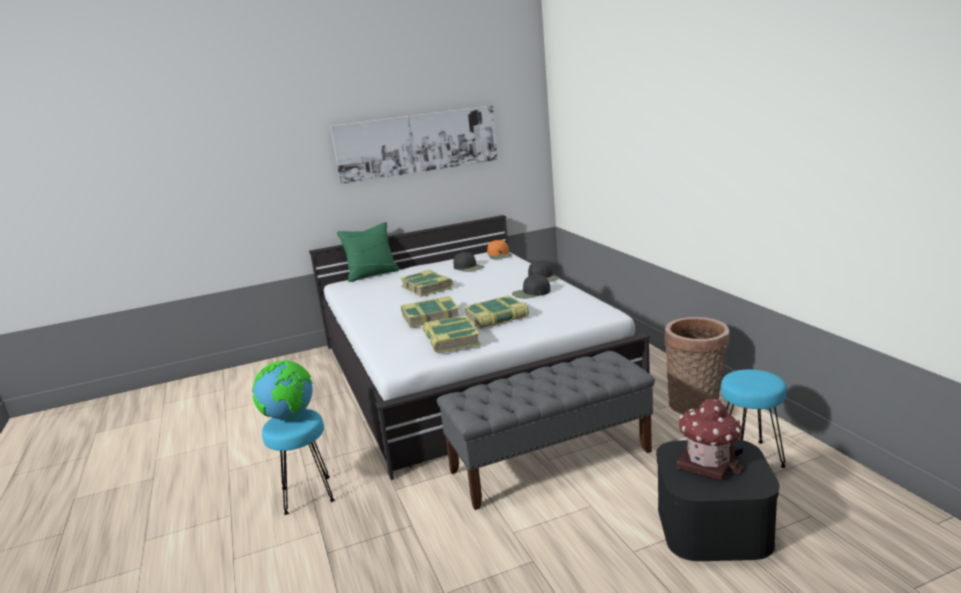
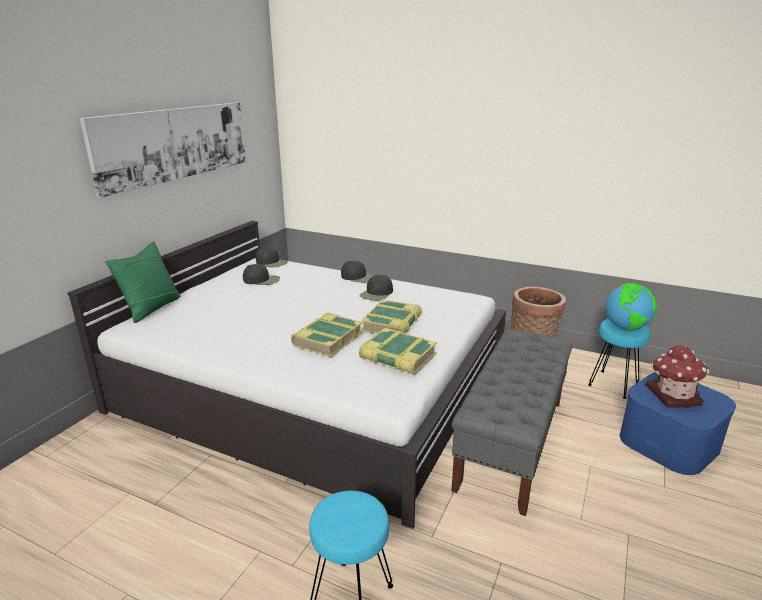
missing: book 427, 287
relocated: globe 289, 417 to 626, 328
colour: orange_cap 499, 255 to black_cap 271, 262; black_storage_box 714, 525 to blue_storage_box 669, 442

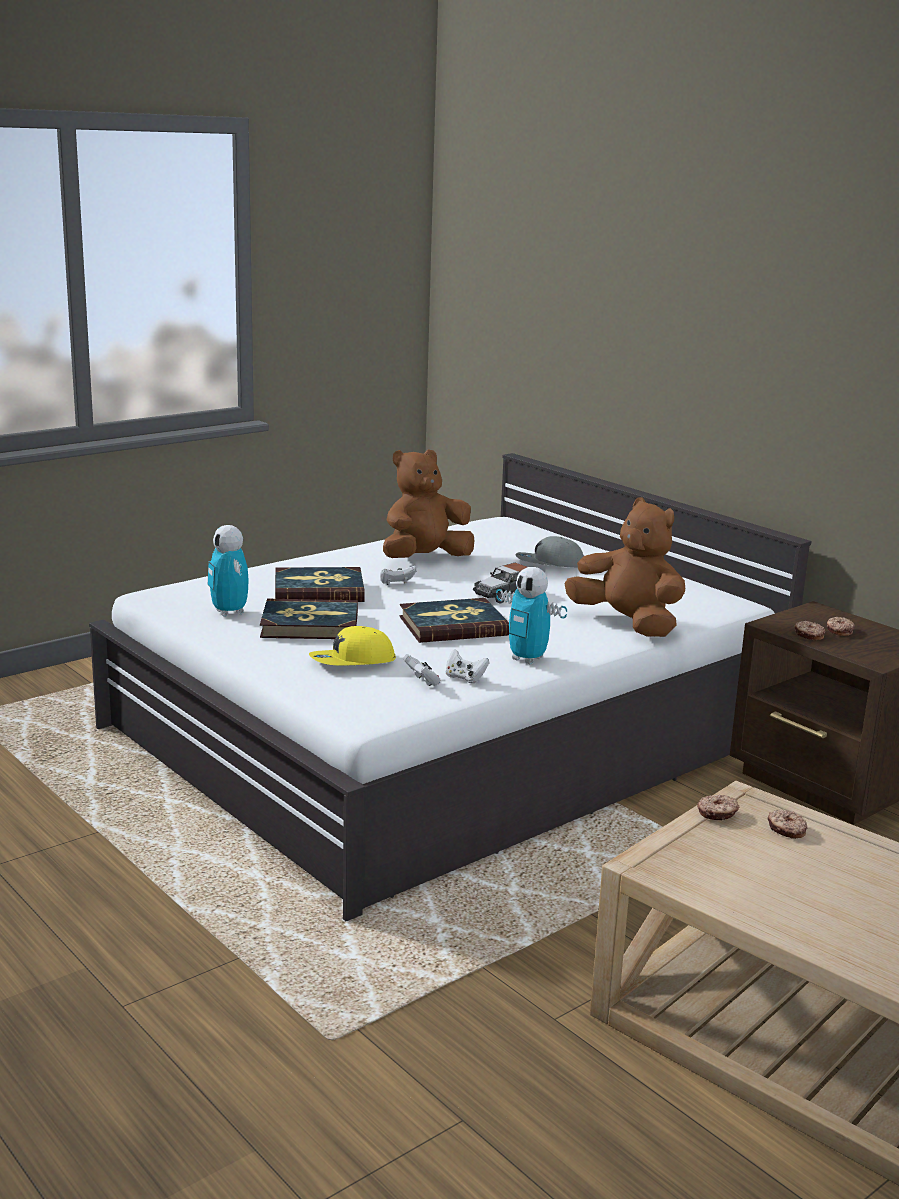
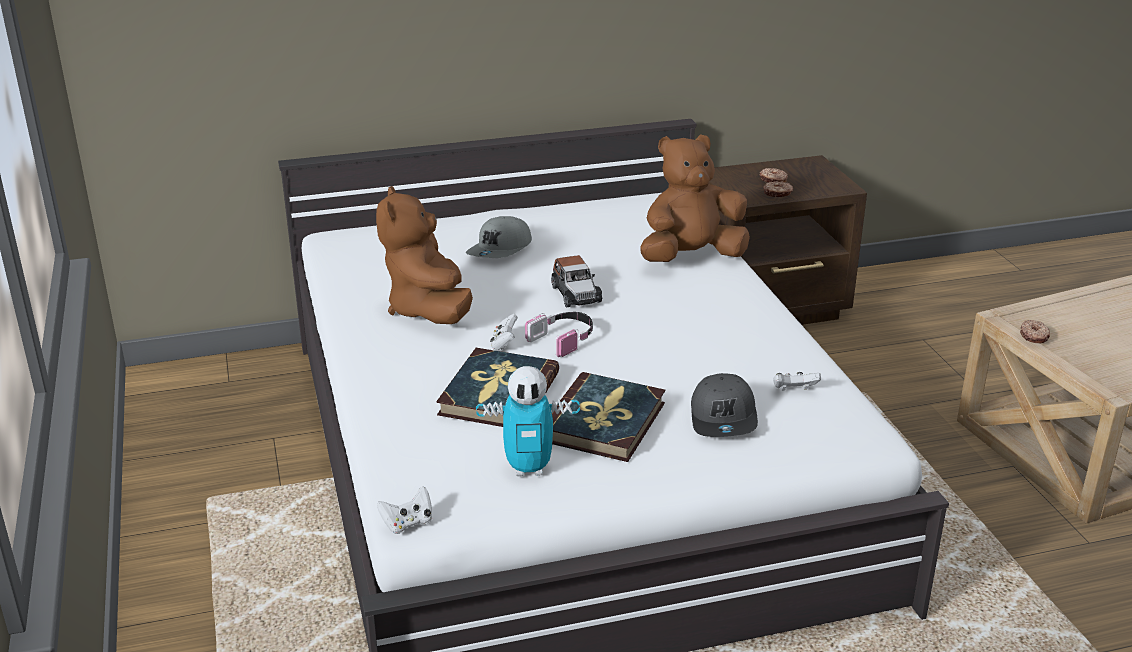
missing: toy_robot 527, 659; book 453, 626; donut 786, 830
appeared: headphones 563, 339
relocated: white_game_controller 465, 678 to 408, 523
colour: yellow_cap 352, 662 to grey_cap 724, 418

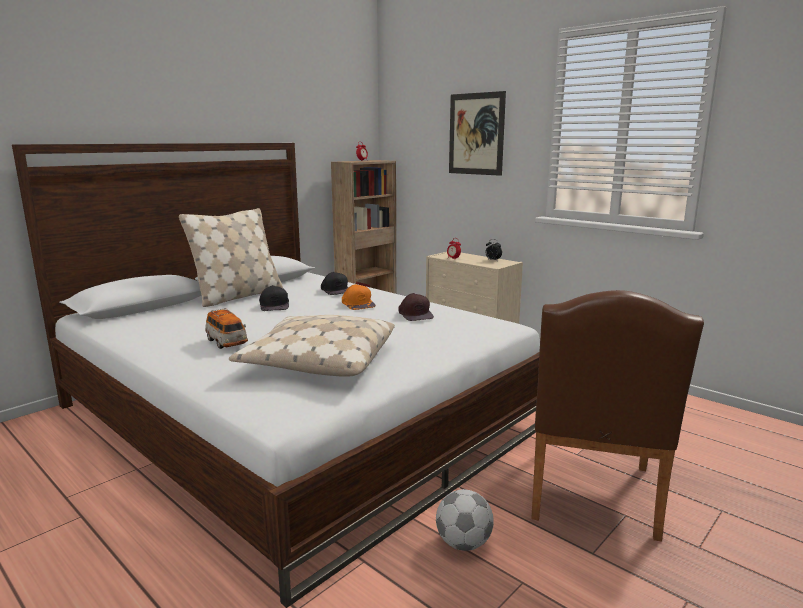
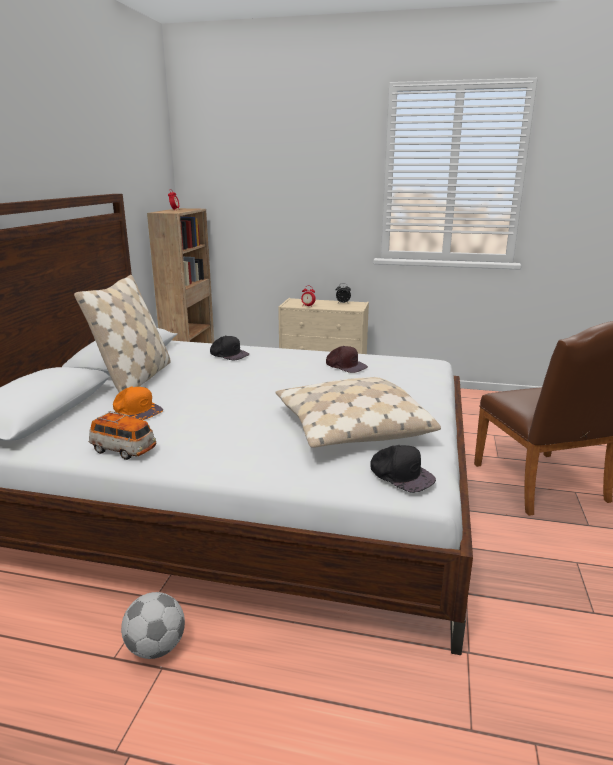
missing: picture 476, 134
relocated: orange_cap 358, 304 to 137, 410; black_cap 275, 305 to 401, 475; toy_car 226, 342 to 123, 450; football 463, 543 to 156, 648

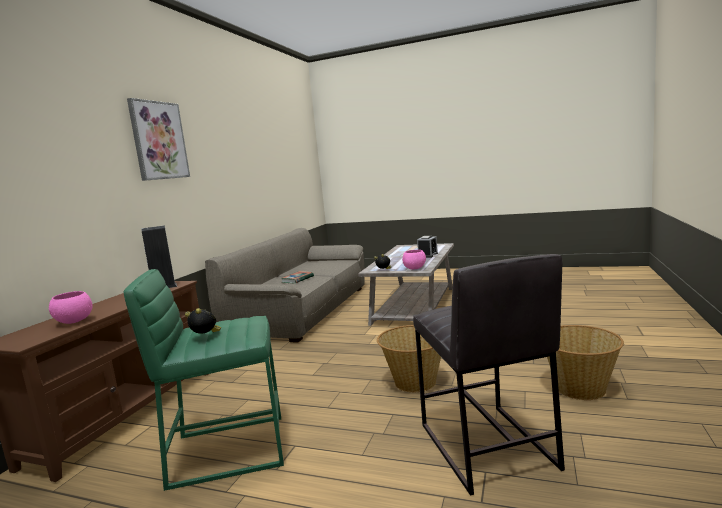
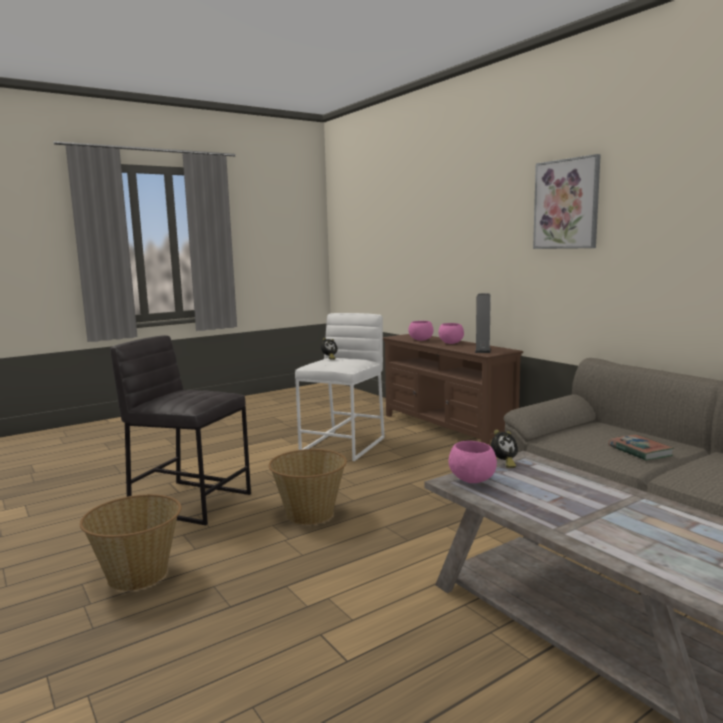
missing: alarm_clock 428, 255
appeared: pink_bowl 450, 343
colour: green_stool 228, 449 to white_stool 344, 445

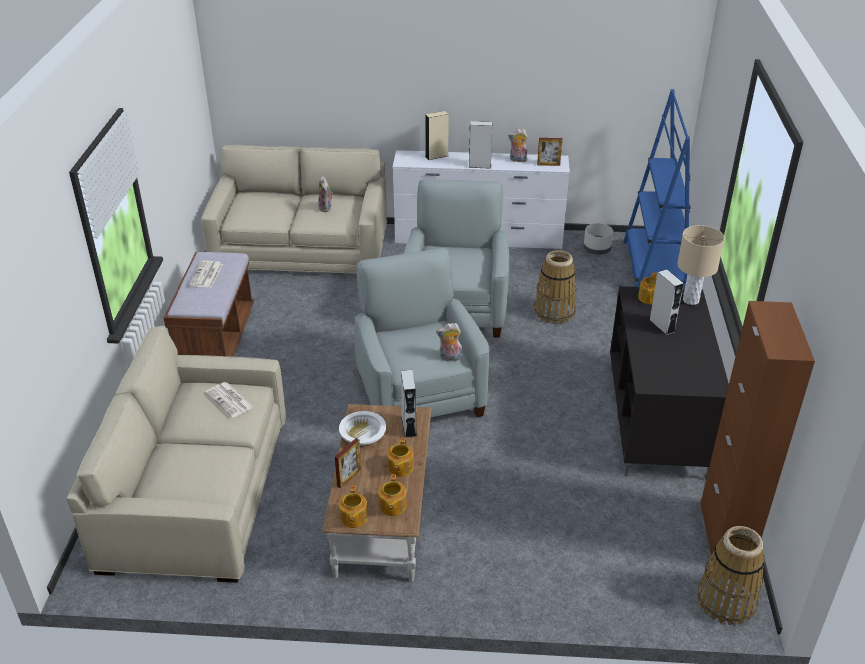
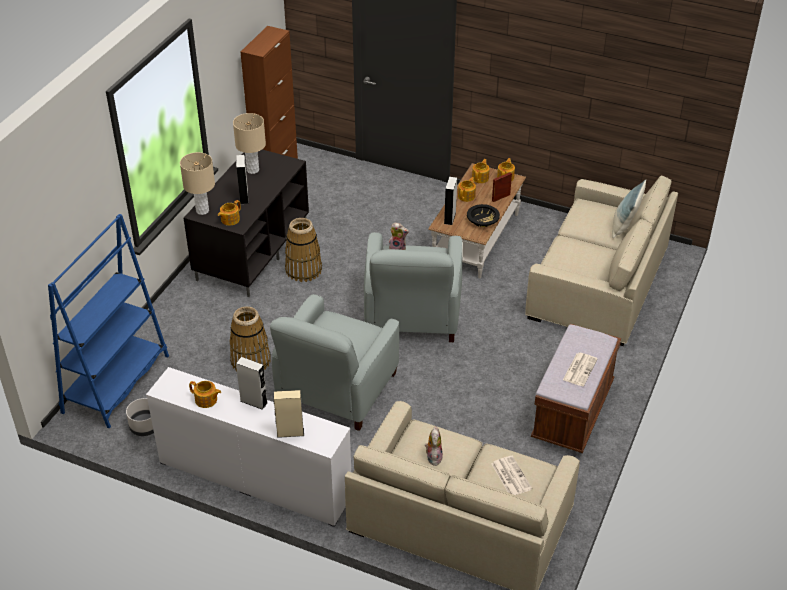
missing: picture_frame 548, 164
appeared: beige_table_lamp 253, 170; pillow 624, 226
relocated: newspaper 230, 400 to 510, 476; basket 726, 601 to 303, 270
exchanged: plush_toy 517, 160 to teapot 206, 400
colour: white_bowl 362, 434 to black_bowl 483, 220

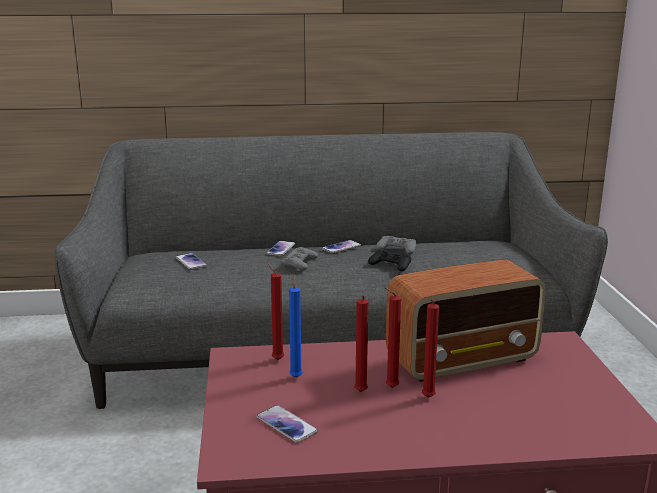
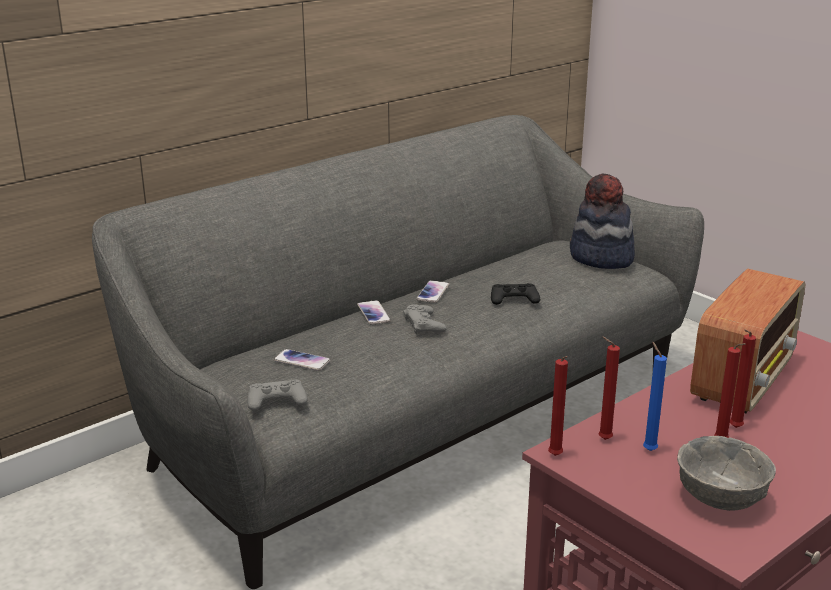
appeared: hat 601, 258
relocated: grey_game_controller 397, 249 to 276, 400; red_candle 427, 398 to 555, 457
exchanged: phone 286, 425 to grey_bowl 719, 498

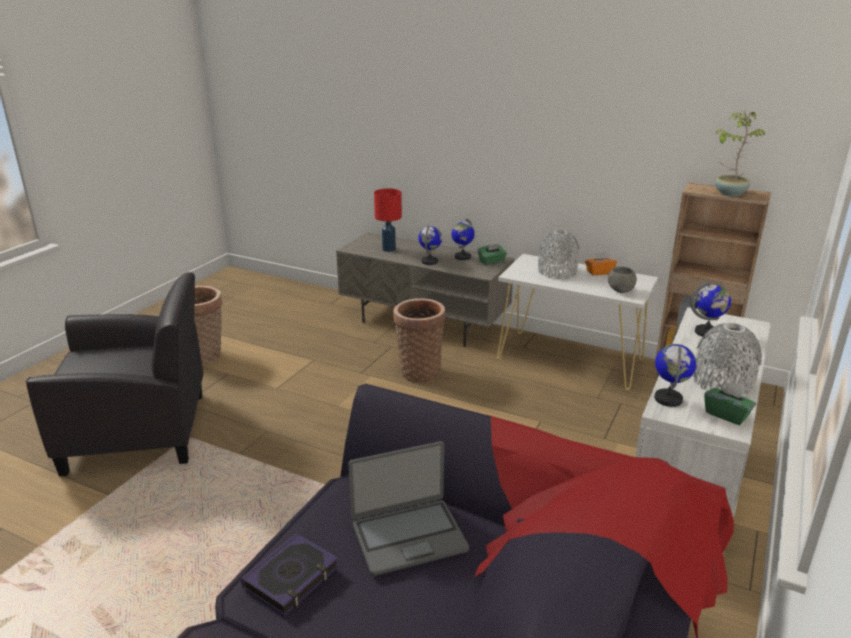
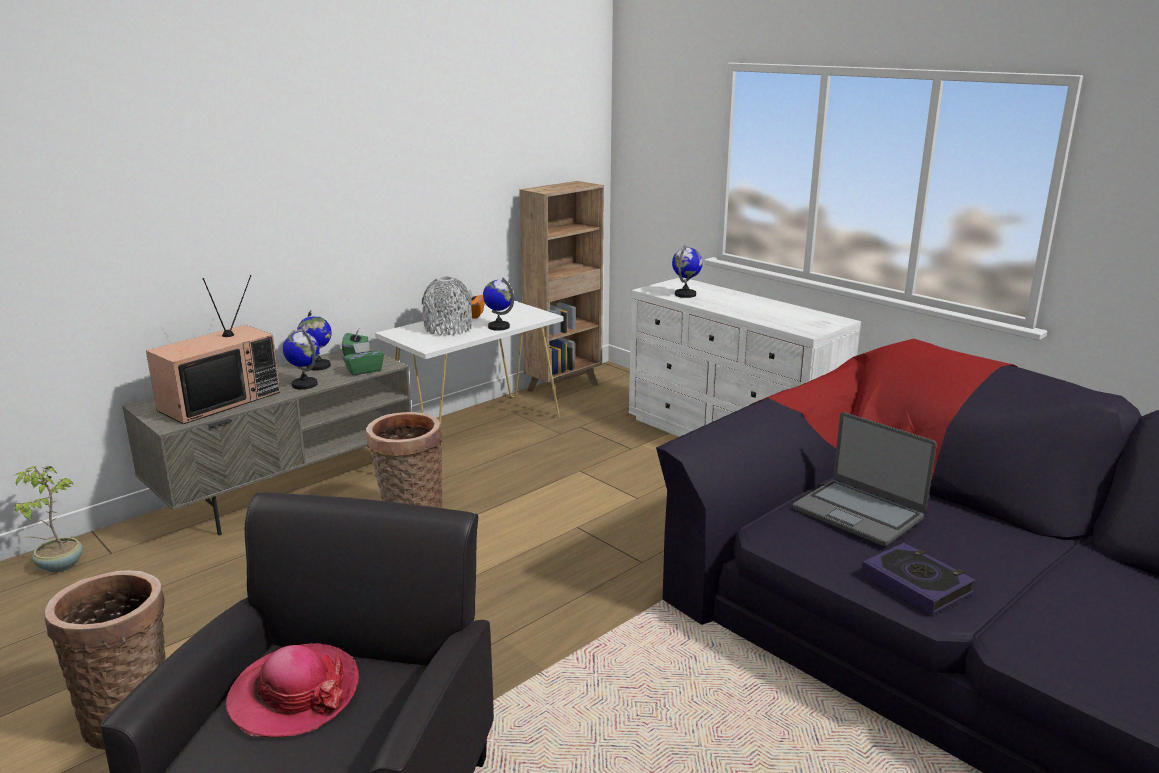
missing: grey_bowl 620, 291; grey_vase 722, 382
appeared: hat 294, 694
relocated: potted_plant 729, 193 to 59, 565; globe 668, 399 to 499, 327; green_tissue_box 726, 414 to 364, 370
exchanged: red_table_lamp 389, 249 to television 220, 400
spun: laptop 408, 536 = 858, 513 135 degrees clockwise

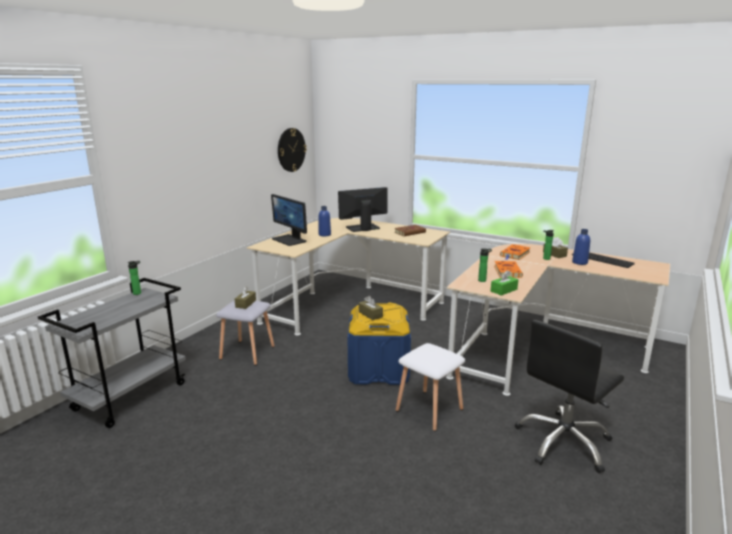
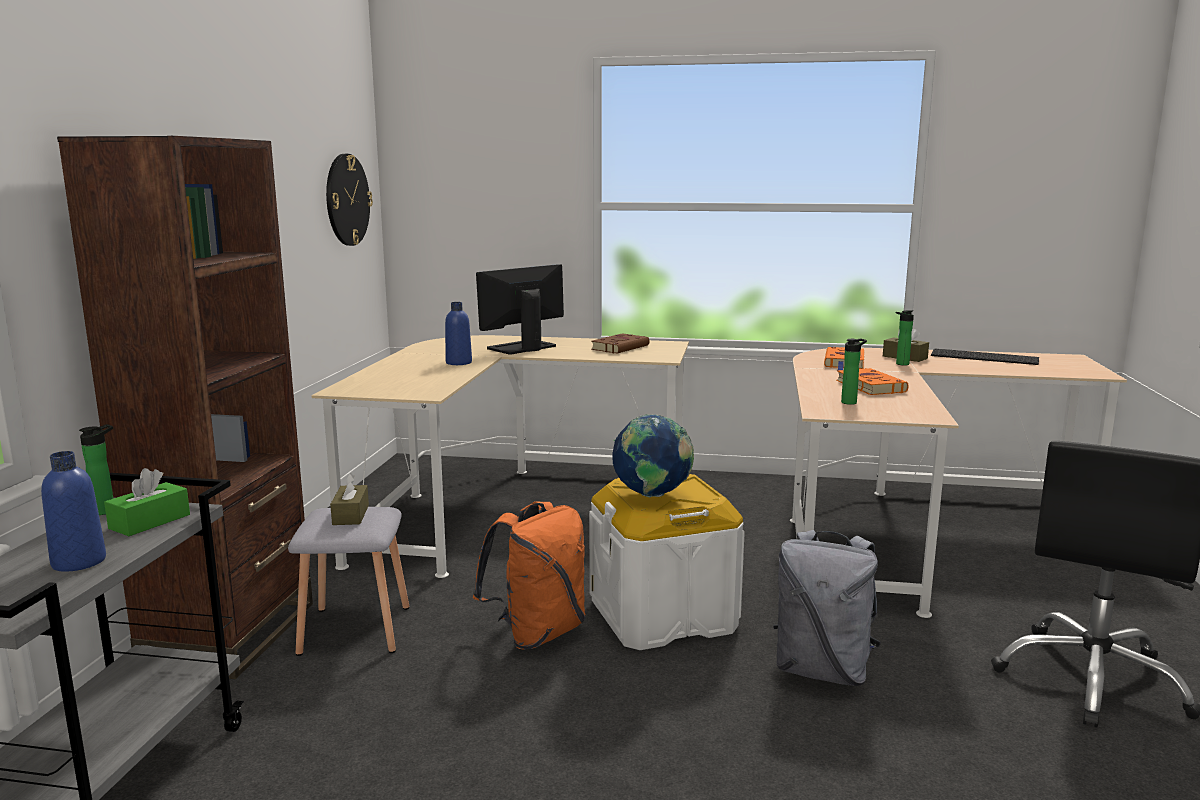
missing: monitor 289, 240
appeared: brown_bookcase 230, 634; orange_backpack 537, 633
relocated: blue_bottle 579, 262 to 79, 562; green_tissue_box 504, 290 to 150, 521
exchanged: brown_tissue_box 370, 314 to globe 652, 496; white_stool 430, 410 to grey_backpack 823, 670
colour: blue_storage_box 378, 370 to white_storage_box 663, 615

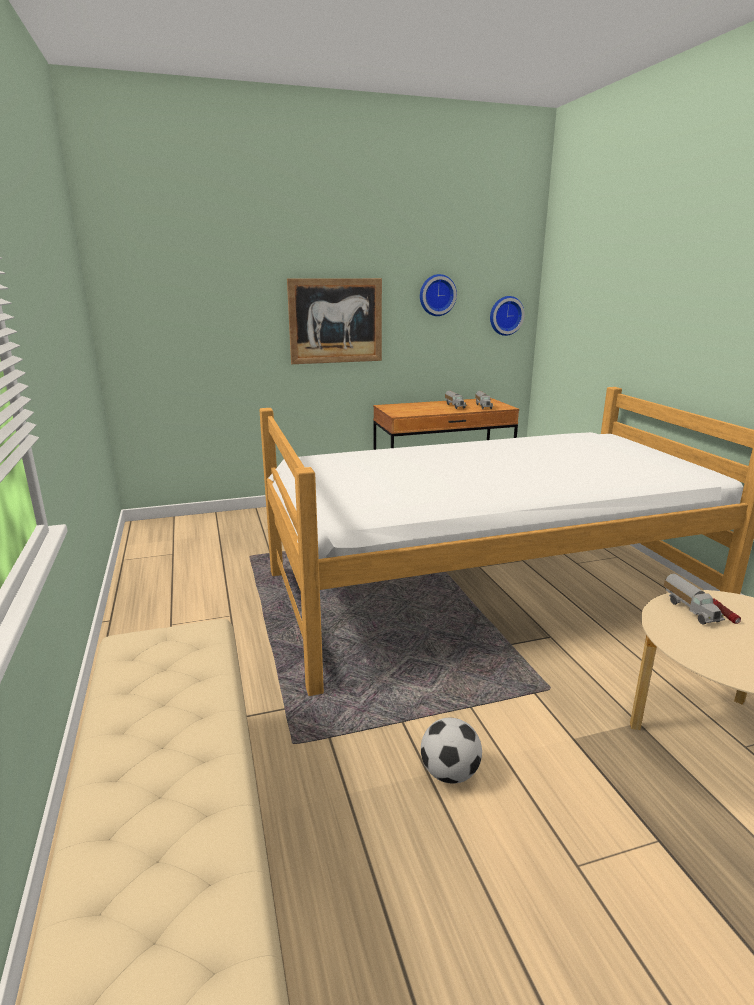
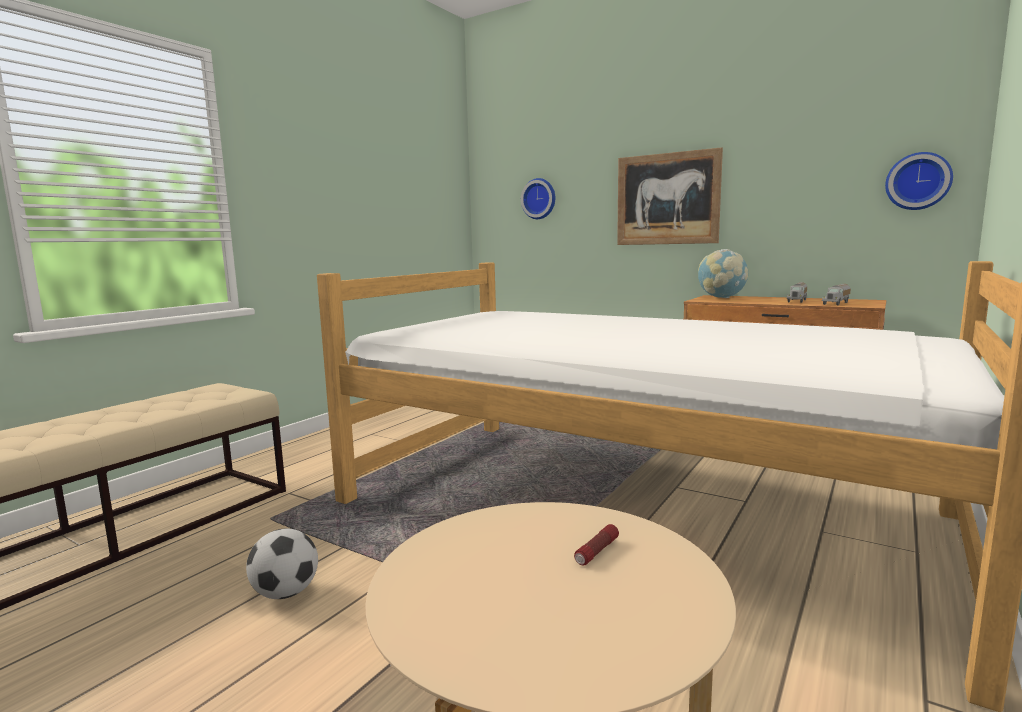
missing: toy_truck 691, 610
appeared: globe 721, 297
relocated: wall_clock 436, 295 to 539, 199

